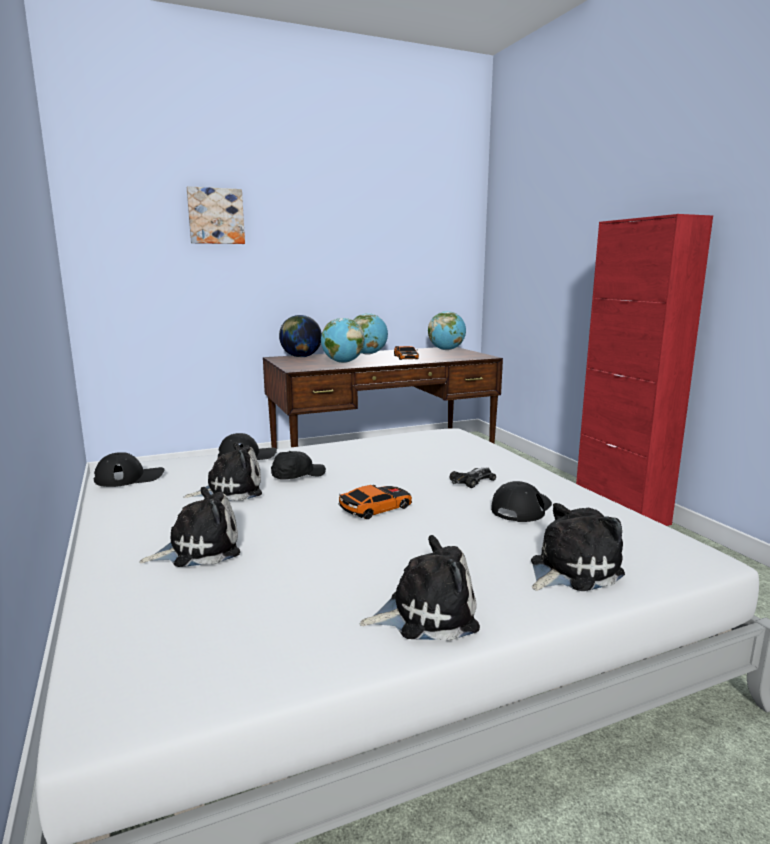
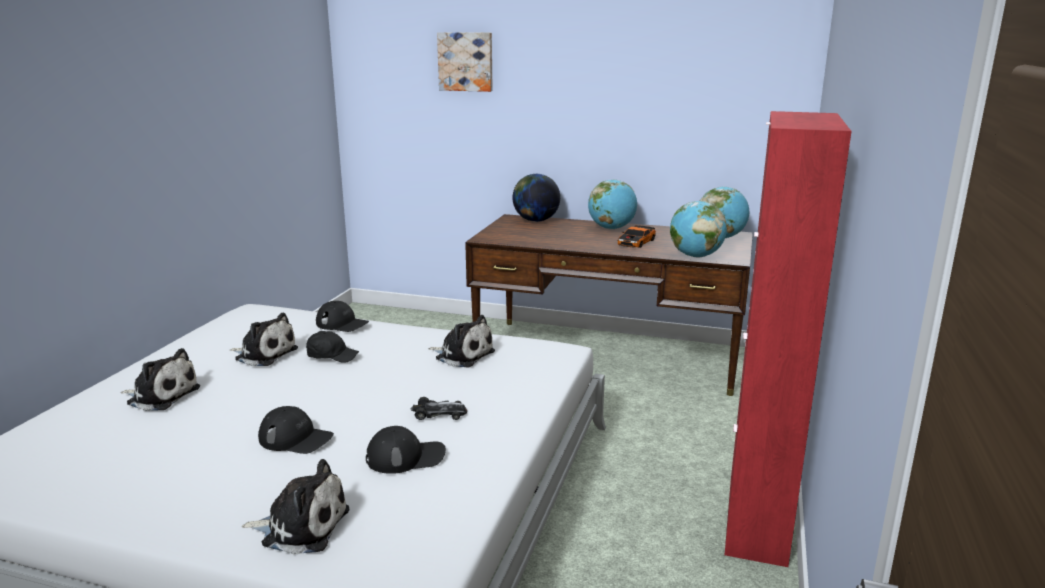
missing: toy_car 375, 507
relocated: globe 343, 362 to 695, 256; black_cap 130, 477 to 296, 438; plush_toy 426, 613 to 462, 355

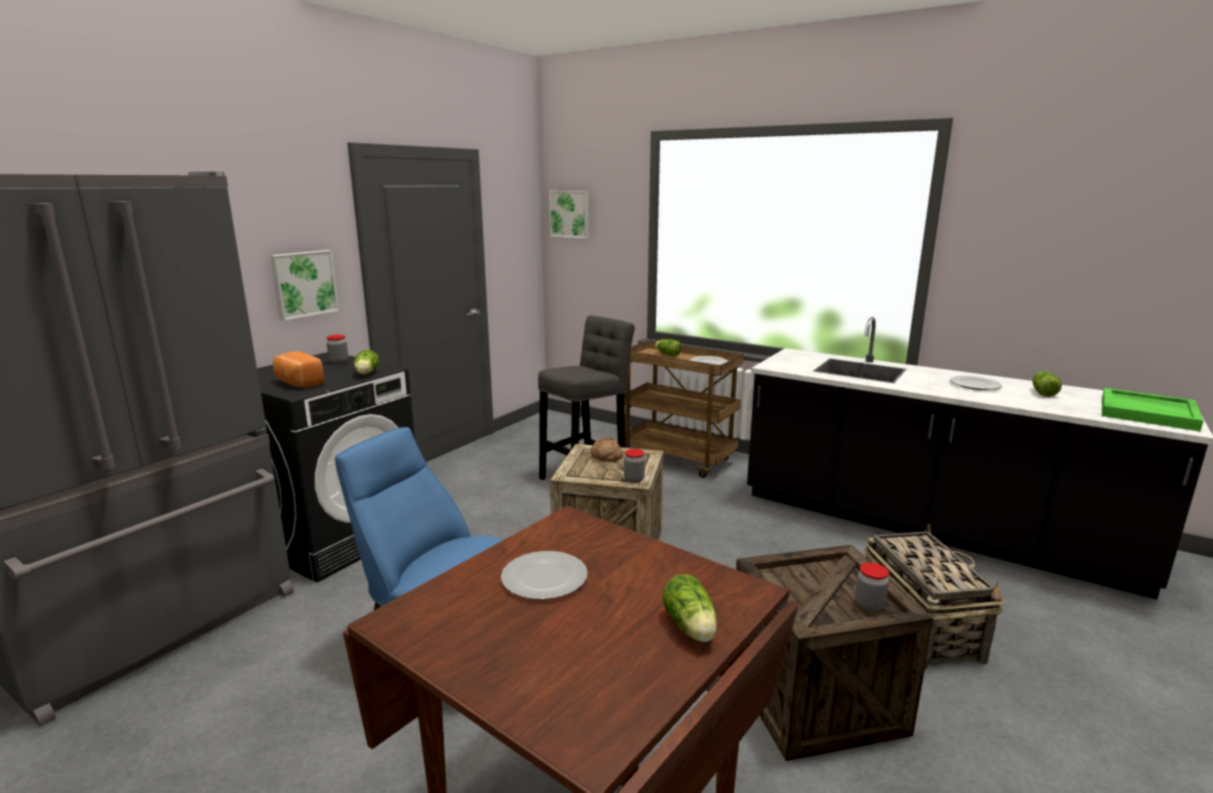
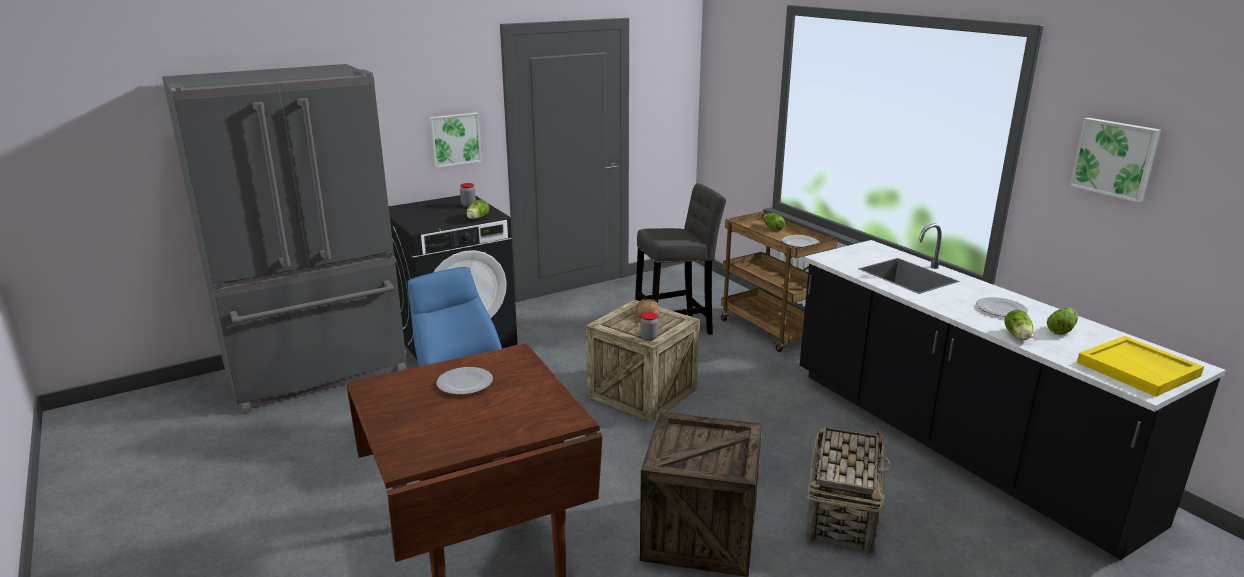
missing: bread 298, 383; jar 869, 605
relocated: picture 570, 214 to 1115, 158; lettuce 691, 628 to 1018, 336
colour: green_tray 1148, 412 to yellow_tray 1139, 369

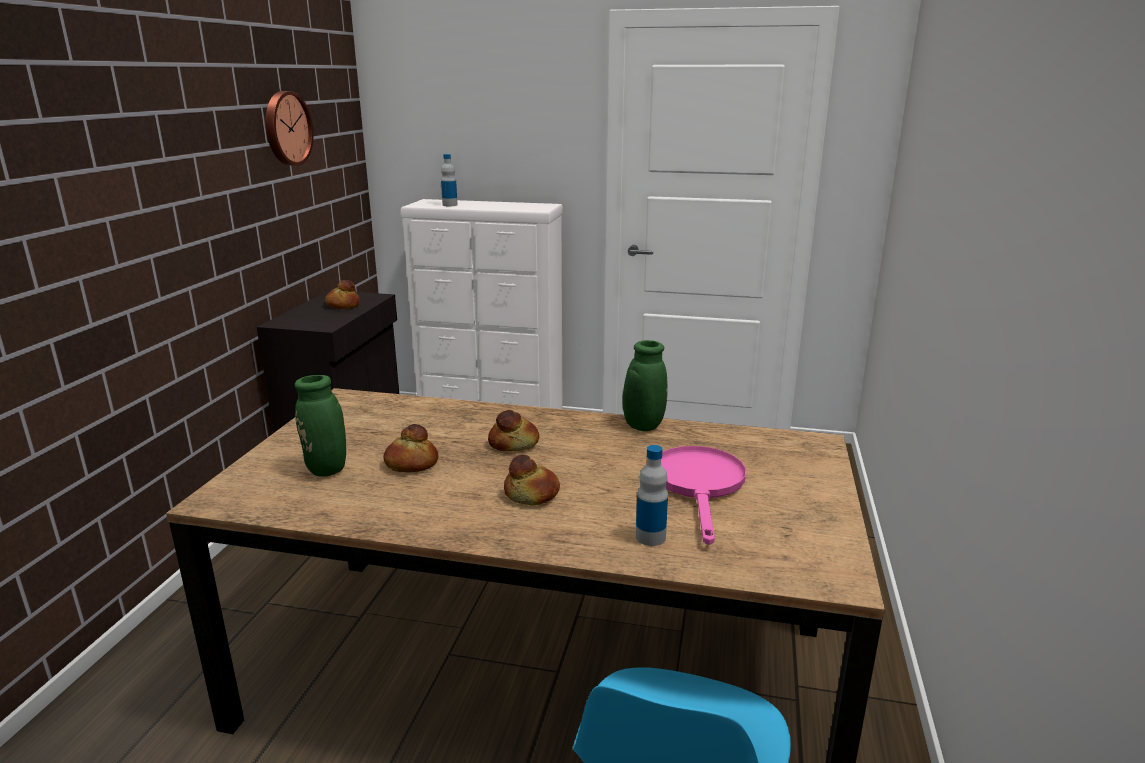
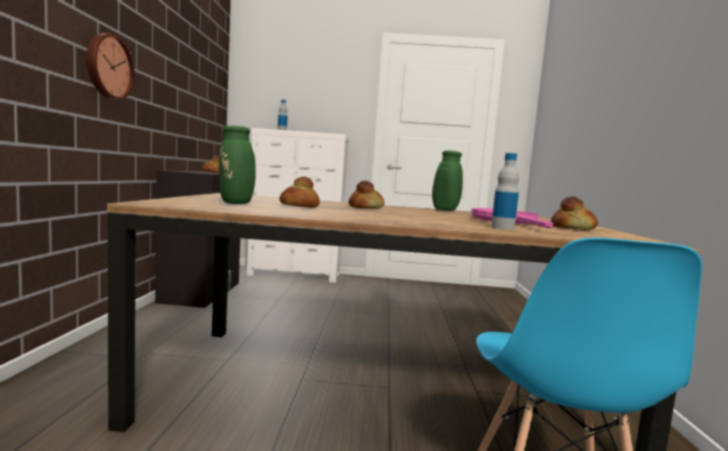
relocated: wall_clock 286, 128 to 108, 67; bread 531, 495 to 573, 228

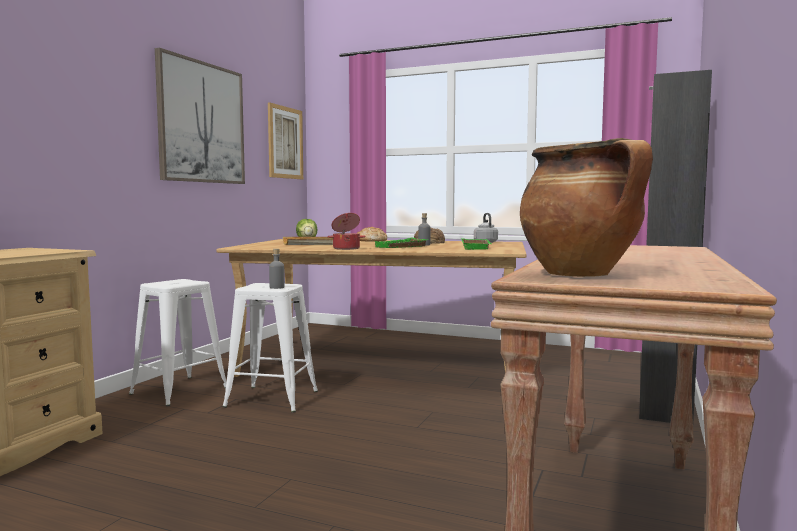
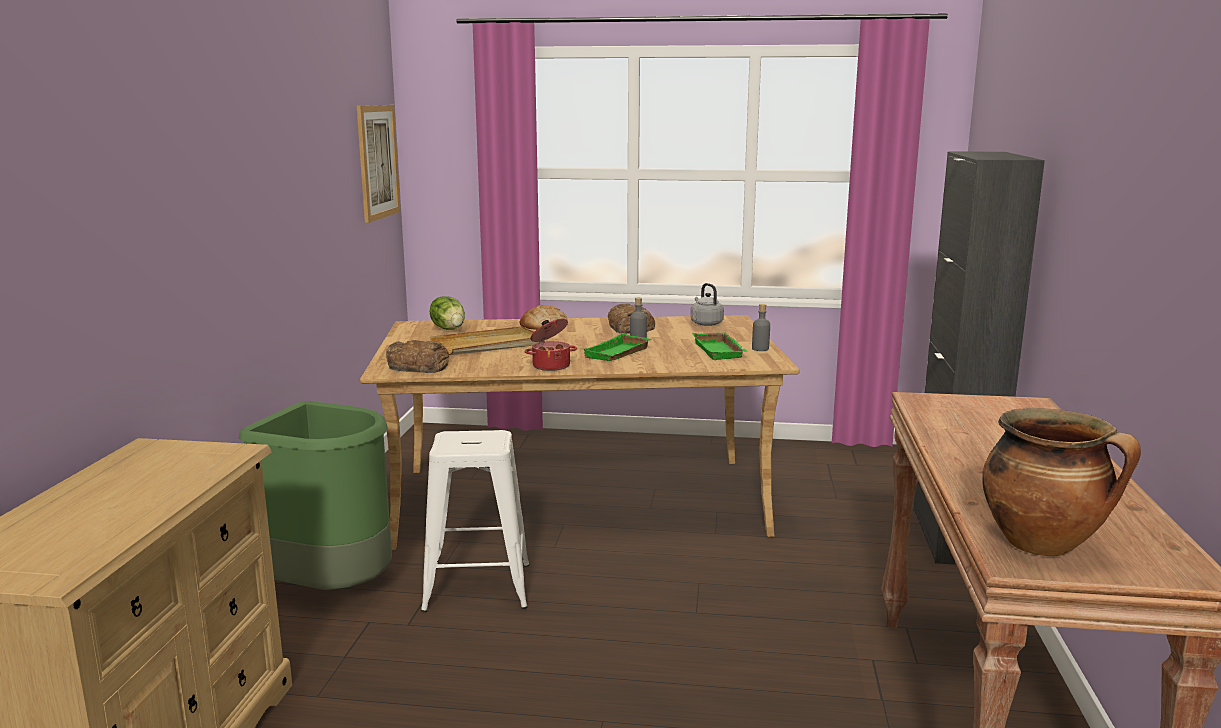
missing: picture 201, 122
appeared: bread 418, 365
relocated: grey_bottle 277, 287 to 760, 349
exchanged: white_stool 178, 391 to green_trash_can 332, 588

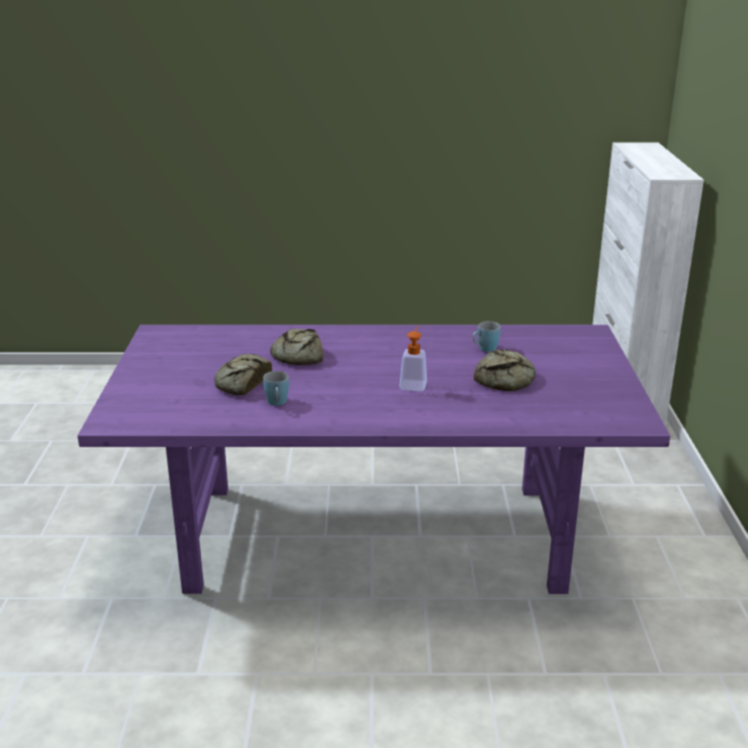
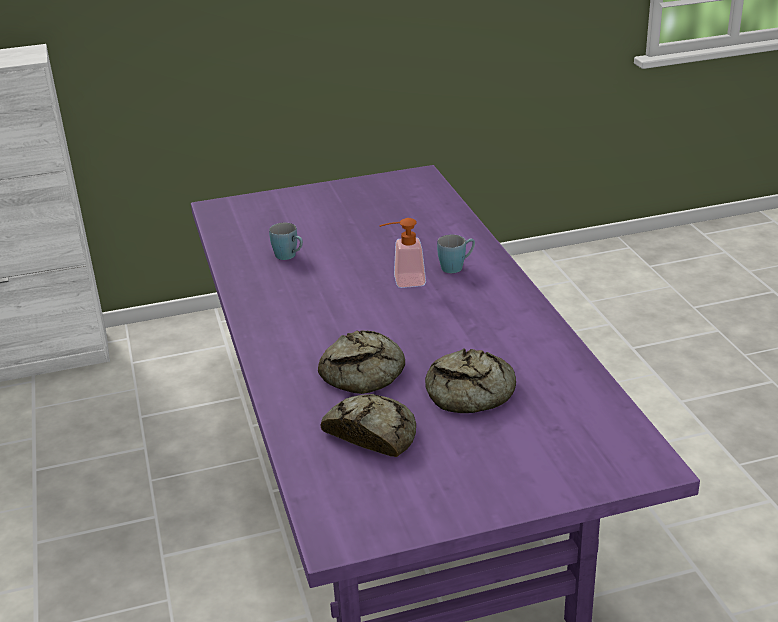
relocated: bread 507, 379 to 372, 432; blue_mug 277, 403 to 456, 267

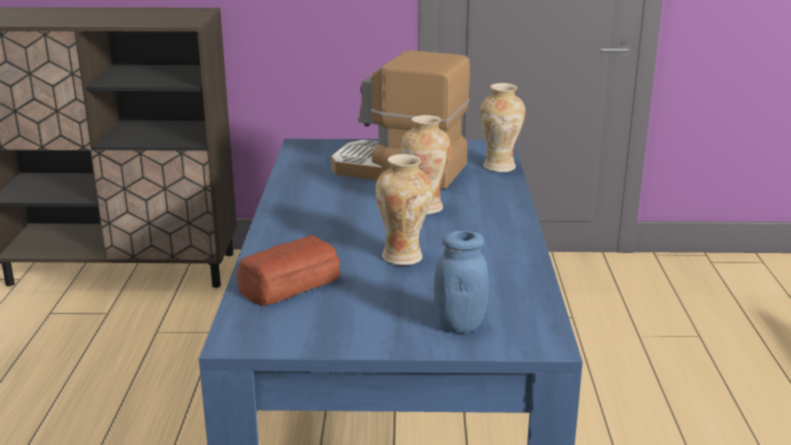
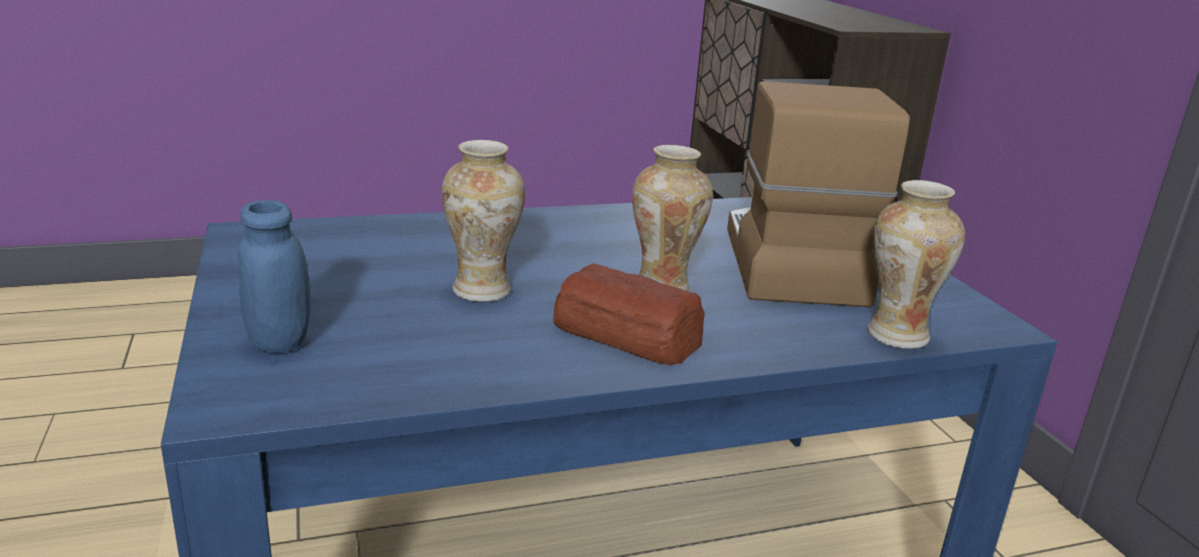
relocated: bread 288, 284 to 626, 333

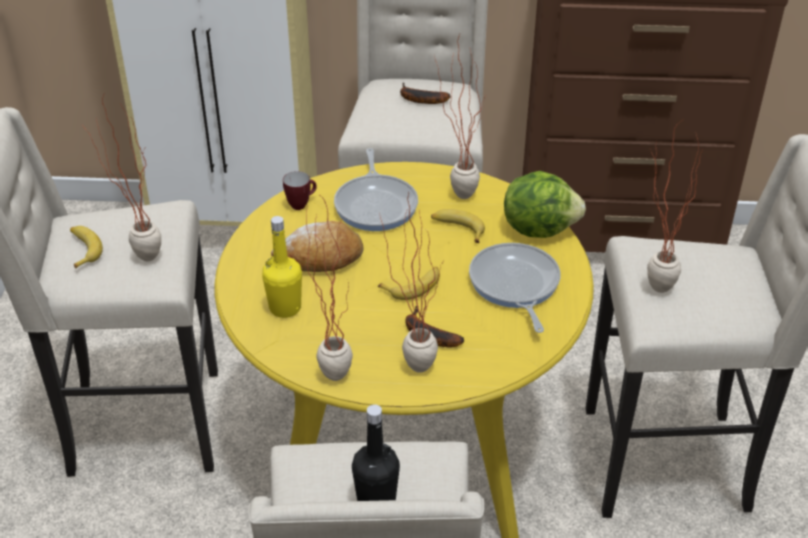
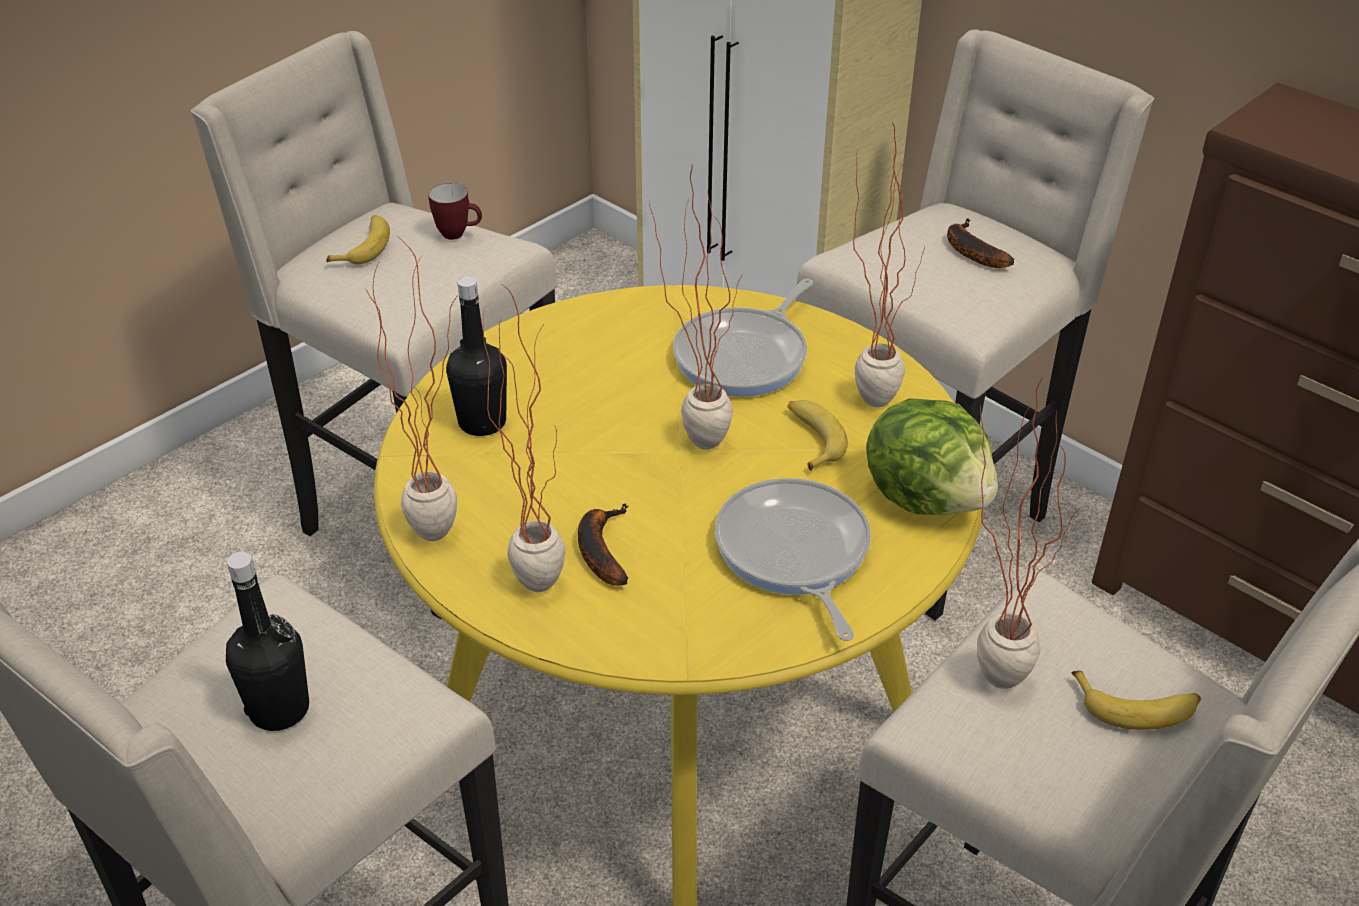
missing: bread 320, 258
relocated: potted_plant 138, 257 to 693, 436; mug 301, 204 to 458, 234; banana 413, 286 to 1136, 707
colour: yellow_bottle 285, 308 to black_bottle 482, 422
spun: frying_pan 514, 285 = 793, 553 45 degrees counterclockwise

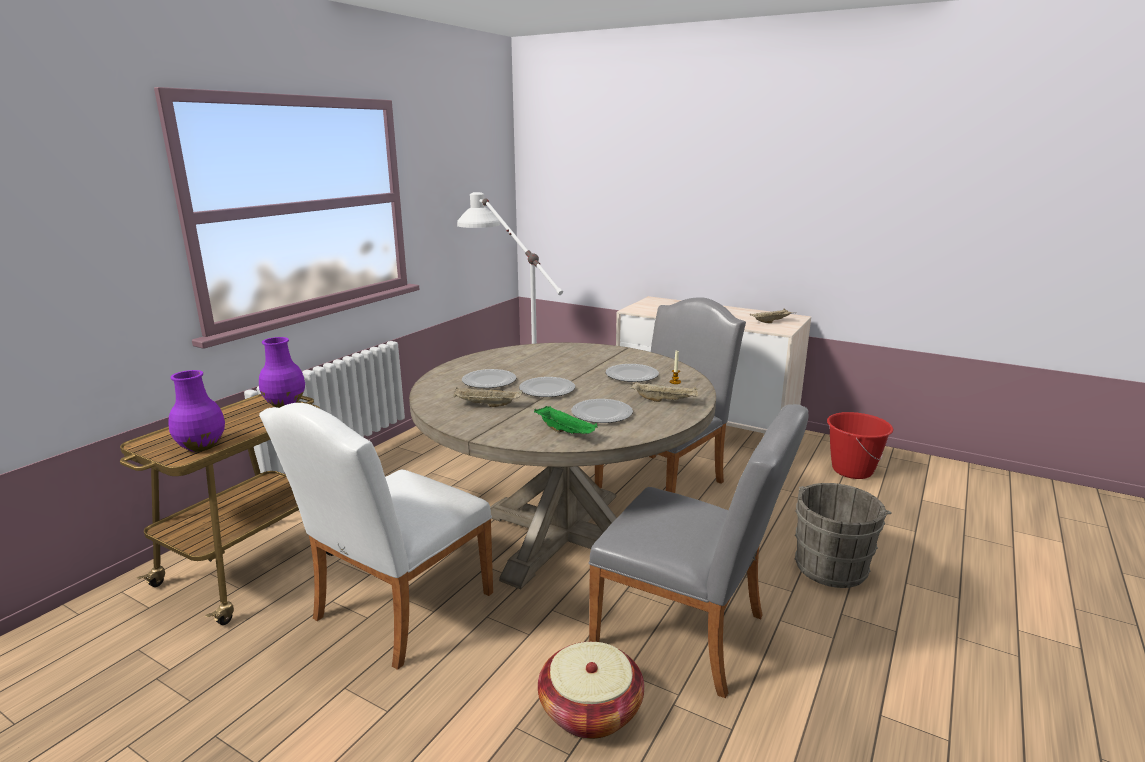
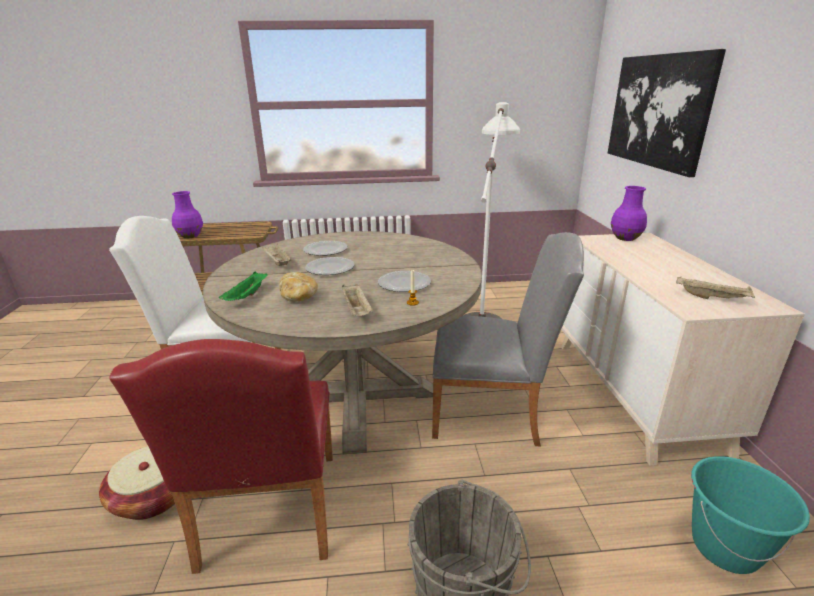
appeared: picture 658, 111
relocated: purple_vase 284, 403 to 625, 238
exchanged: plate 602, 413 to bread 299, 297
colour: grey_chair 690, 634 to red_chair 269, 517; red_bucket 852, 470 to turquoise_bucket 724, 547

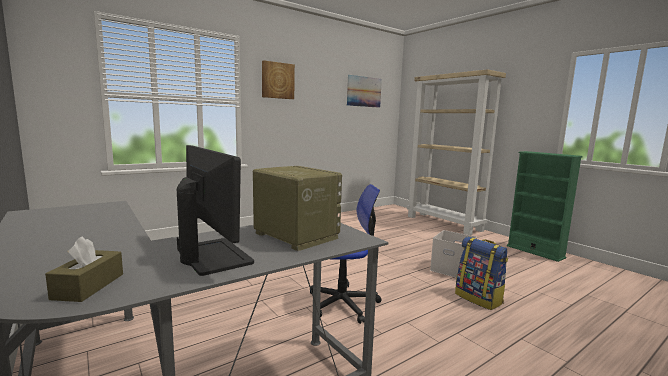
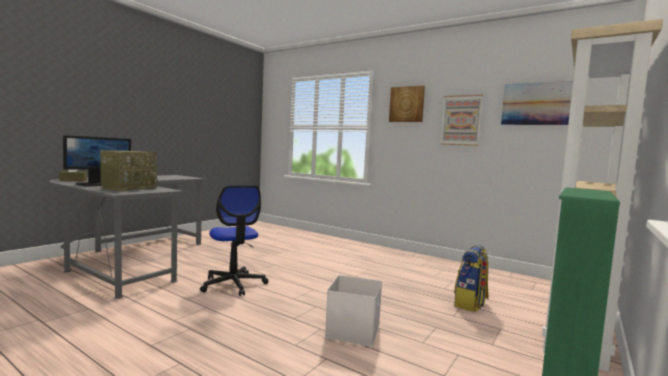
appeared: picture 461, 120
relocated: backpack 479, 299 to 470, 304

